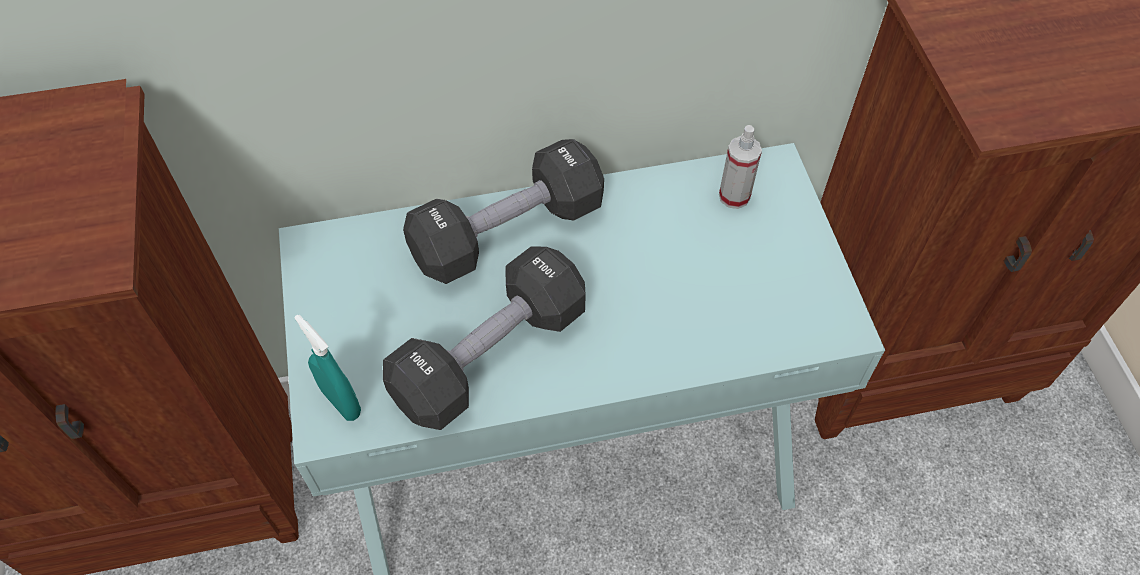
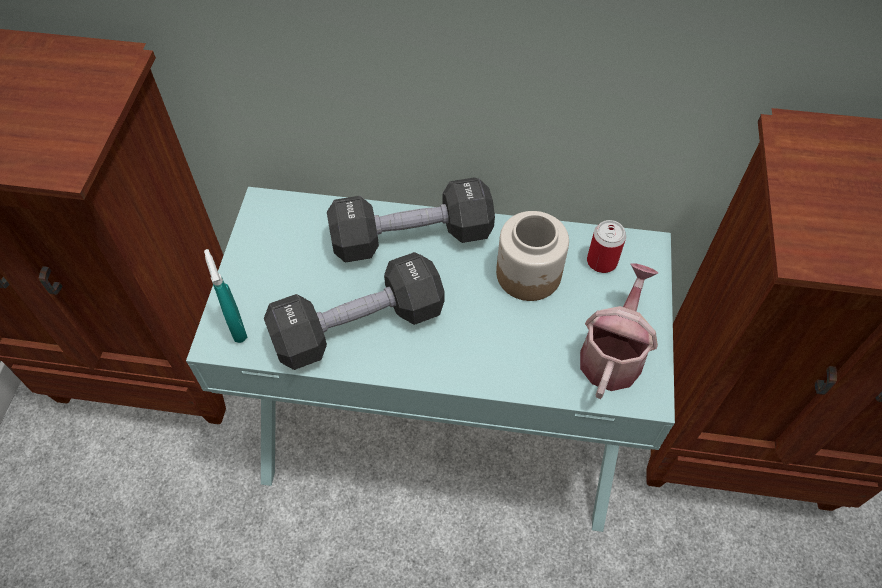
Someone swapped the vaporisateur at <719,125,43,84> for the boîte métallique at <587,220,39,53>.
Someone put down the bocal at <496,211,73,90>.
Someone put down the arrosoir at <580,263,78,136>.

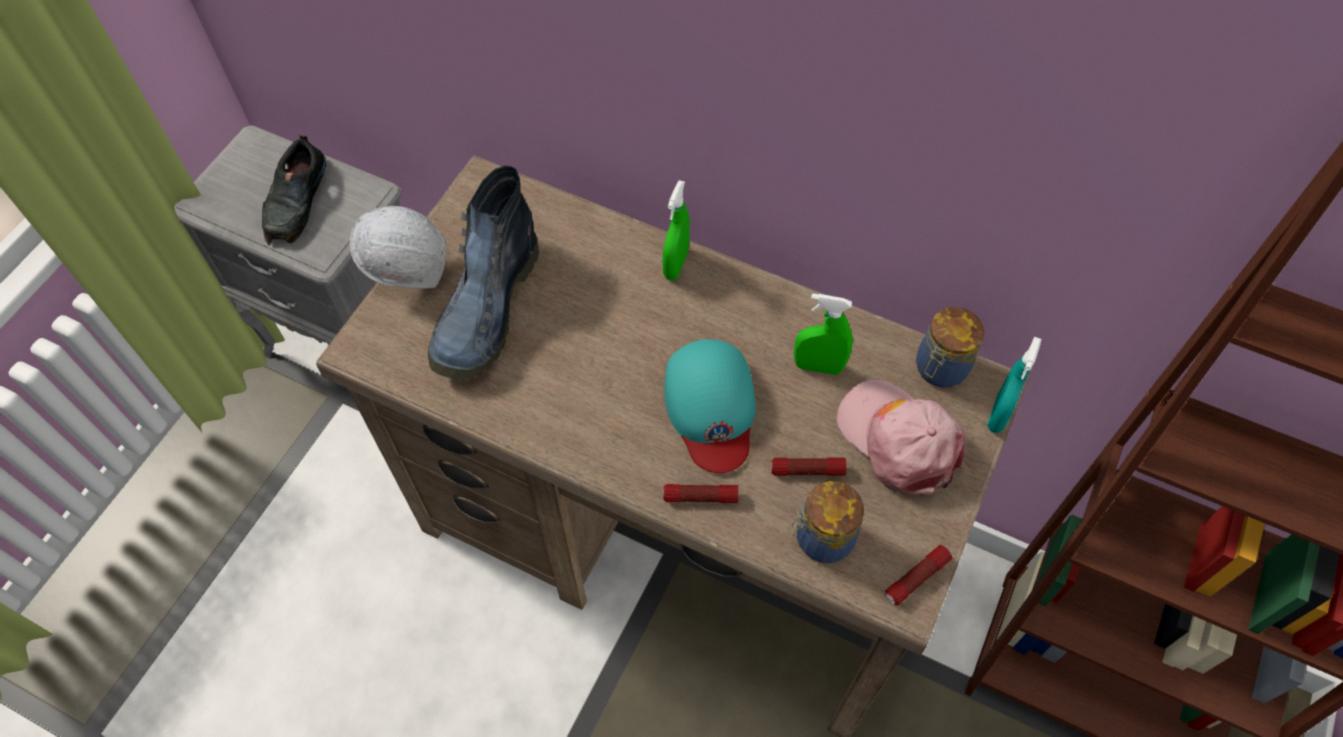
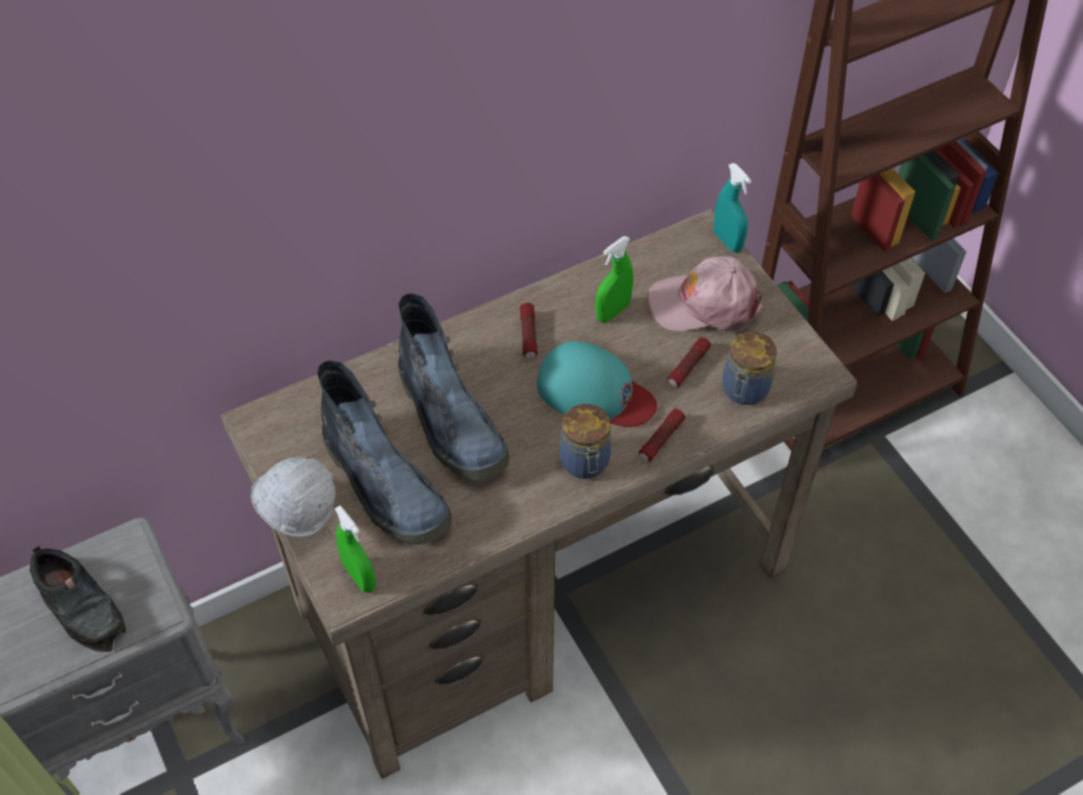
Someone carried the vaporisateur [vert] from <663,180,27,100> to <335,506,41,87>.
Someone carried the lampe de poche from <885,545,67,60> to <520,303,18,55>.
Someone carried the bocal from <916,307,68,81> to <560,404,51,75>.
Someone put down the botte at <398,293,111,187>.

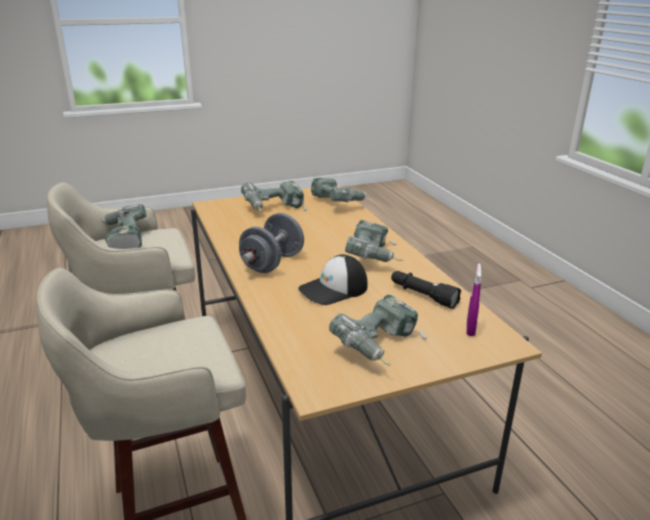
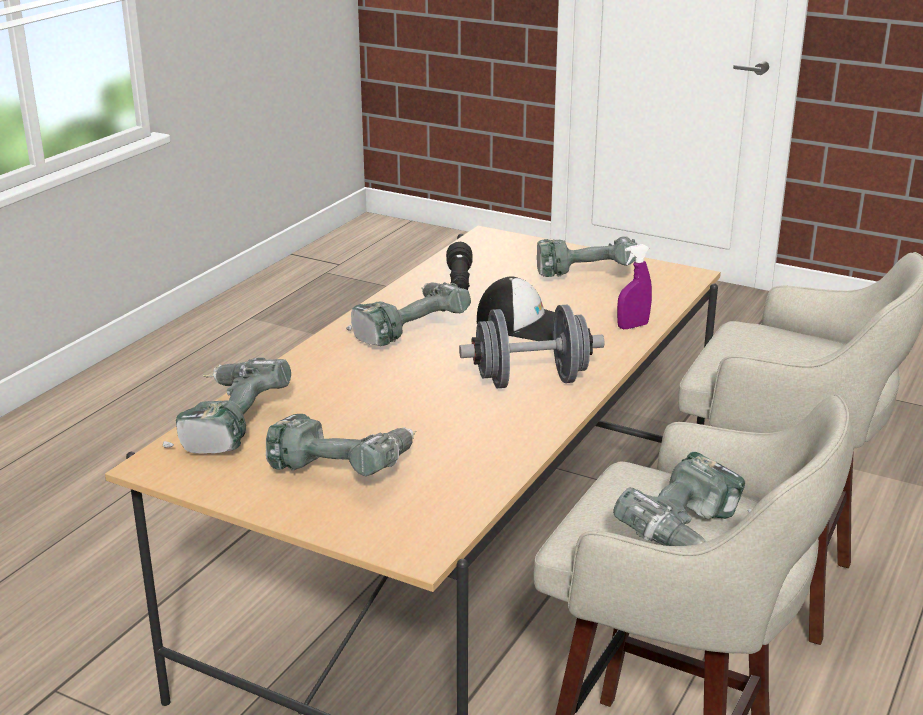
Someone carried the vaporisateur [violet] from <466,264,15,72> to <617,244,35,85>.

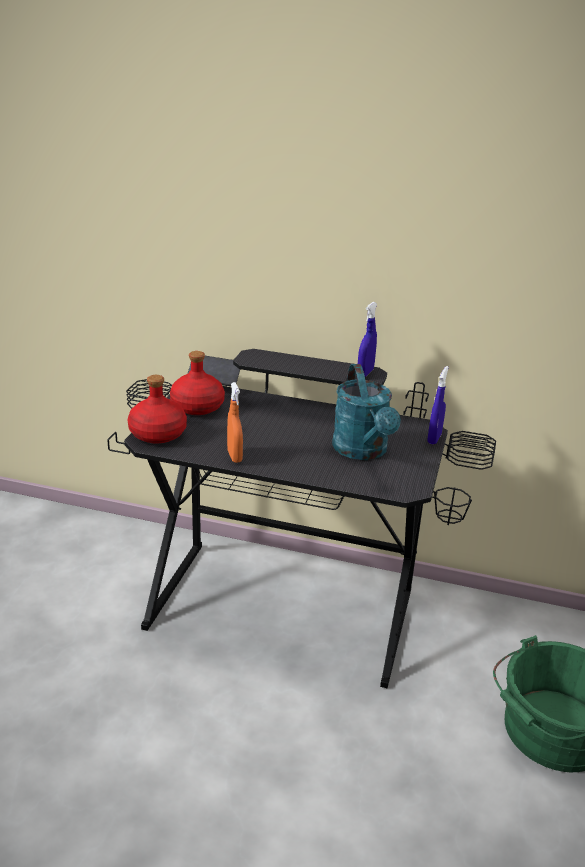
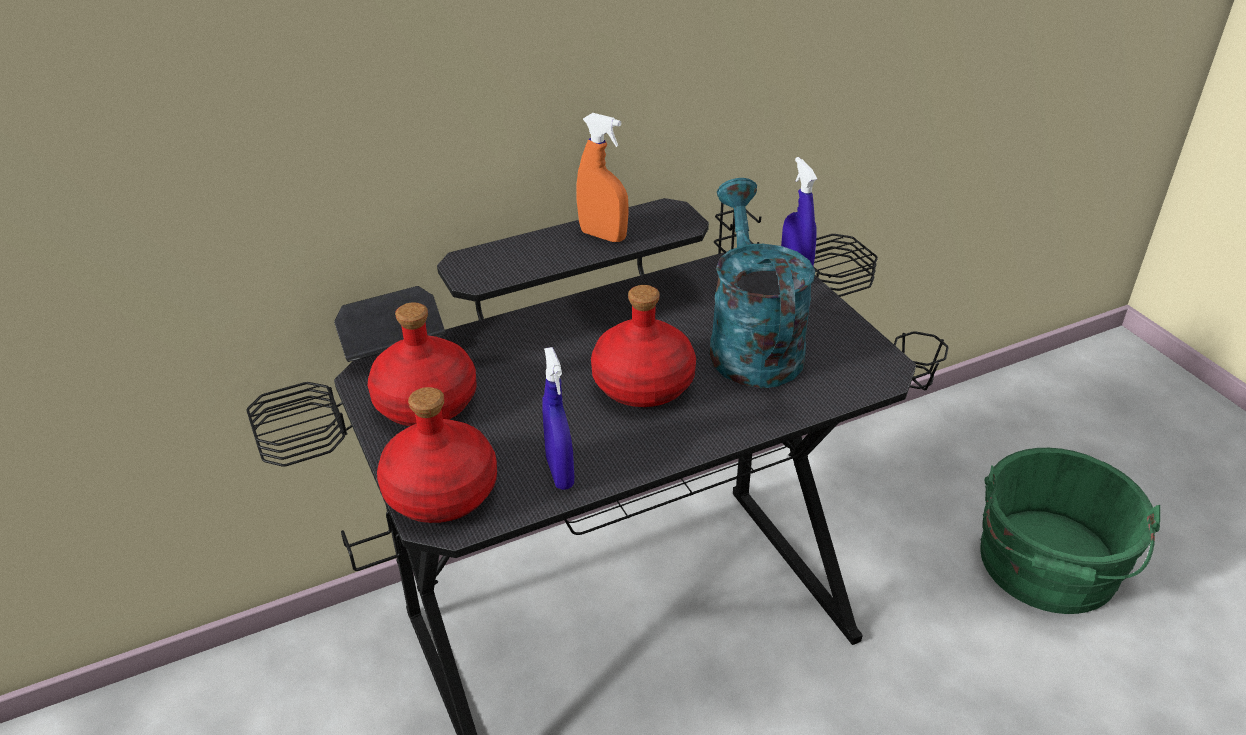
Someone carried the vaporisateur [orange] from <227,382,16,81> to <576,113,53,129>.
Someone rotated the arrosoir [turquoise] at <332,364,69,96> by 135 degrees counterclockwise.
Someone carried the vaporisateur [bleu] from <358,302,19,75> to <543,347,31,143>.
Someone put down the bouteille [rouge] at <591,285,105,122>.

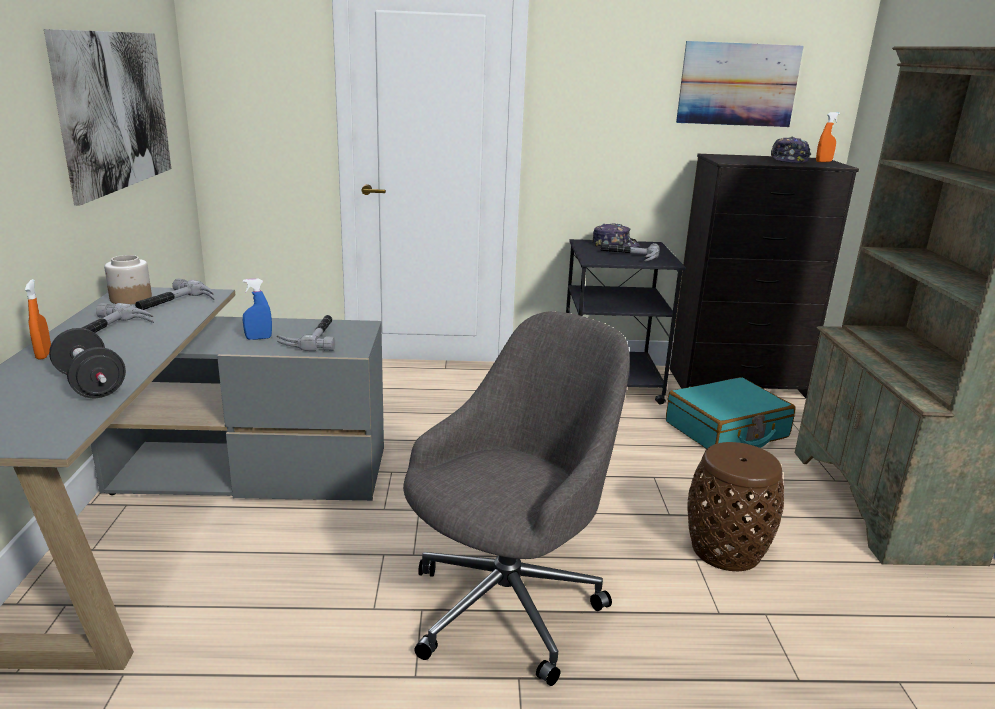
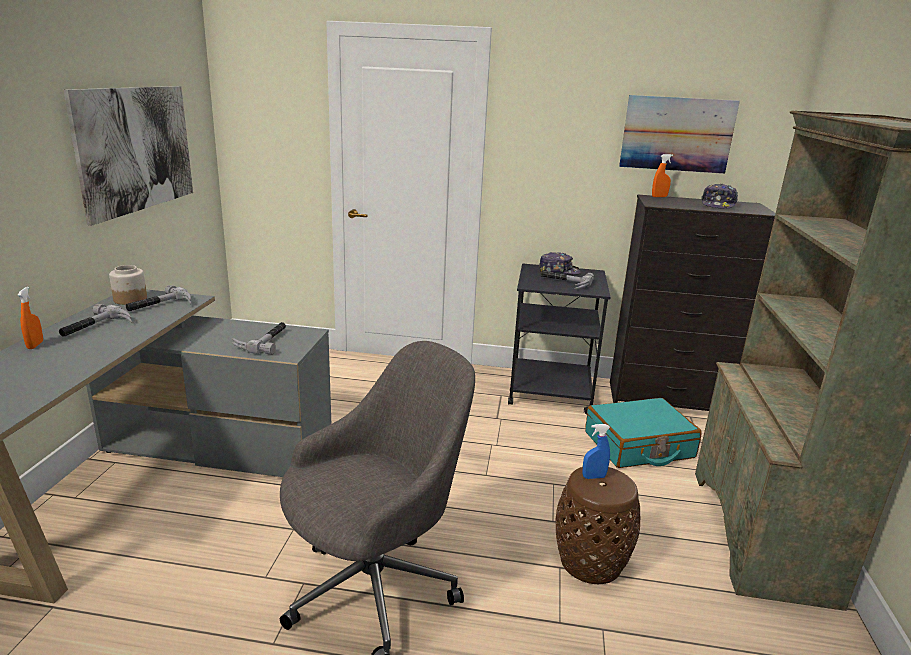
Someone took away the haltère [noir] at <49,328,77,70>.
Someone carried the vaporisateur [bleu] from <243,279,29,61> to <582,424,28,55>.
Someone carried the vaporisateur [orange] from <816,112,24,50> to <652,154,21,43>.

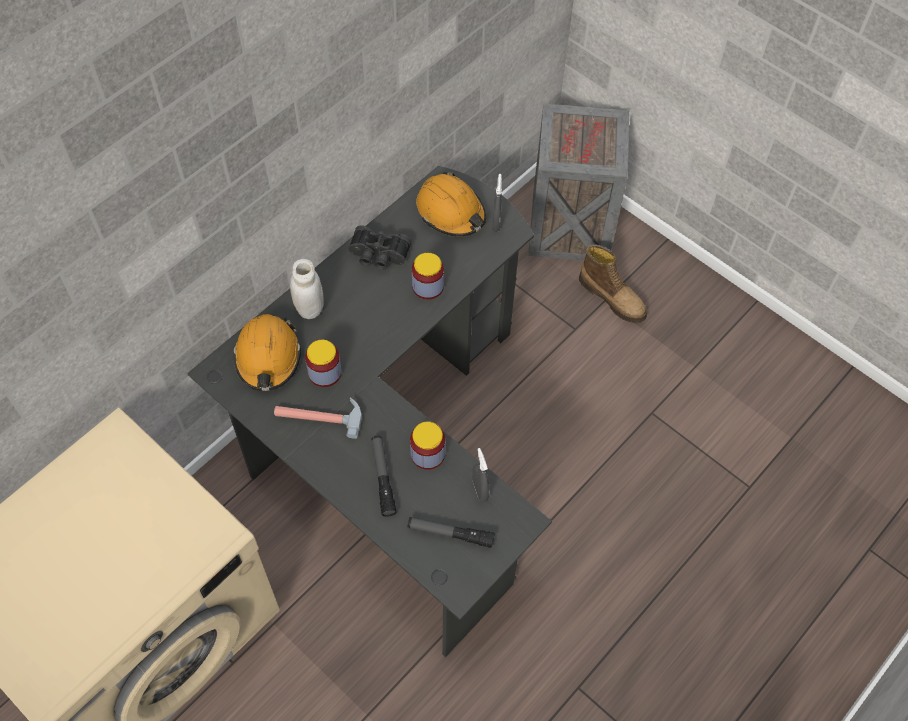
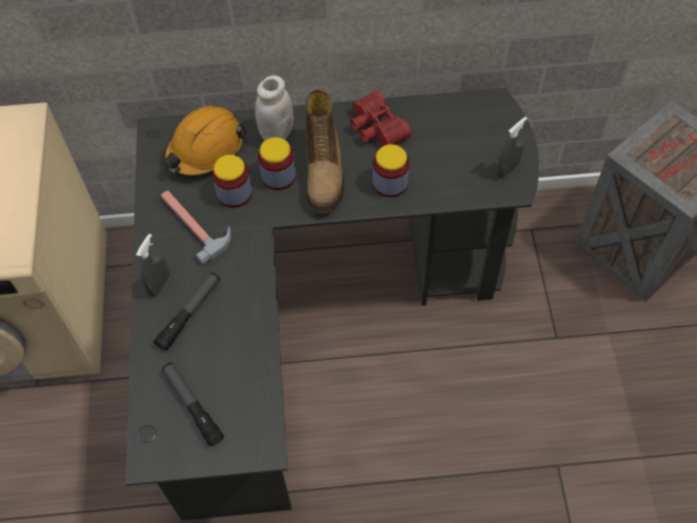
Someone repainted the jumelles [noir] at <348,225,64,45>, which became the jumelles [rouge] at <350,91,61,55>.
Someone carried the bocal from <410,421,35,49> to <258,137,38,53>.
Someone took away the casque de chantier [orange] at <416,172,70,65>.
Someone carried the vaporisateur [gris] from <472,448,18,54> to <136,234,33,63>.
Someone carried the botte from <579,244,68,79> to <305,88,39,126>.

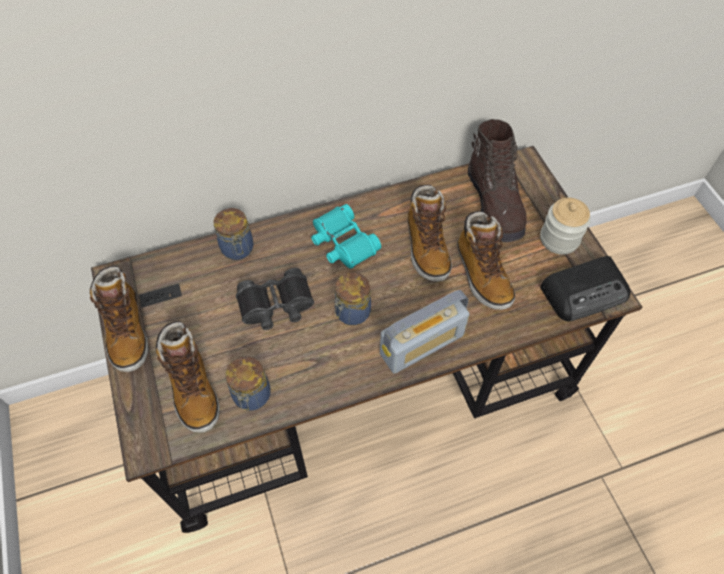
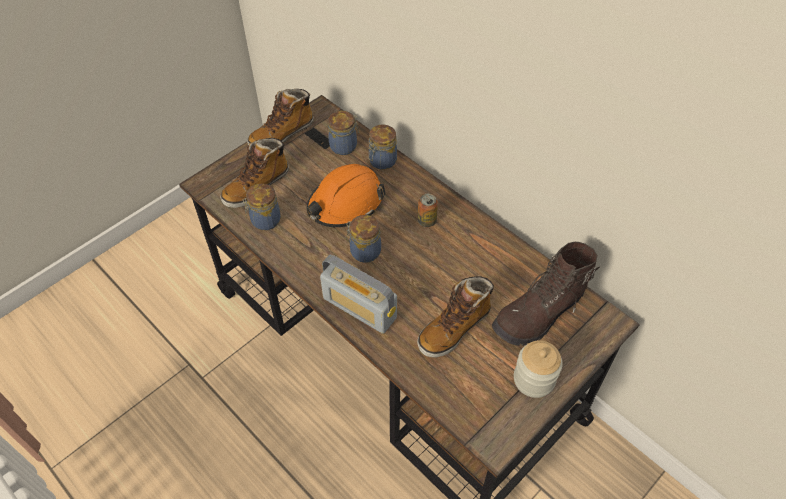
Someone swapped the jumelles [noir] at <236,268,78,62> for the casque de chantier [orange] at <307,164,79,63>.
Someone swapped the jumelles [turquoise] at <311,204,70,65> for the boîte métallique at <418,194,20,33>.
Someone took away the botte at <408,185,44,96>.
Someone took away the radio at <540,256,91,66>.
Someone put down the bocal at <328,111,31,44>.

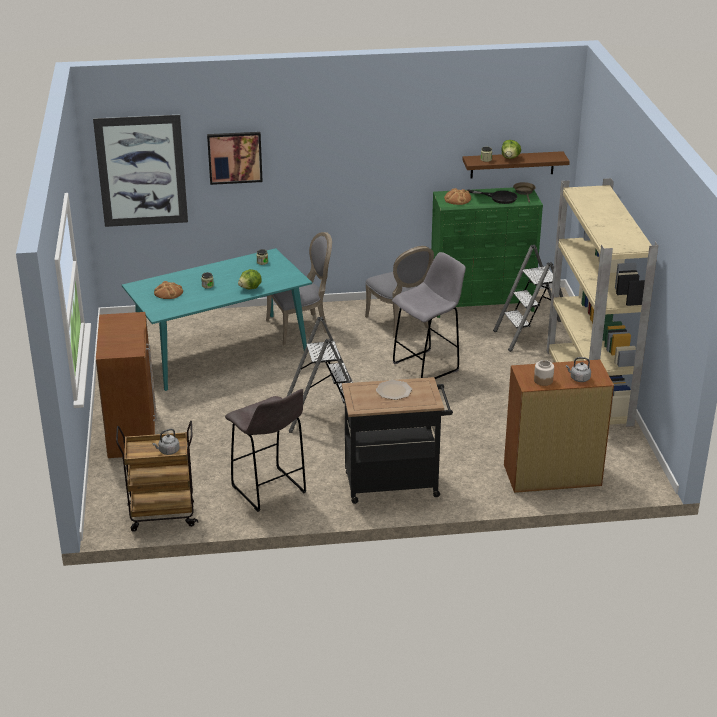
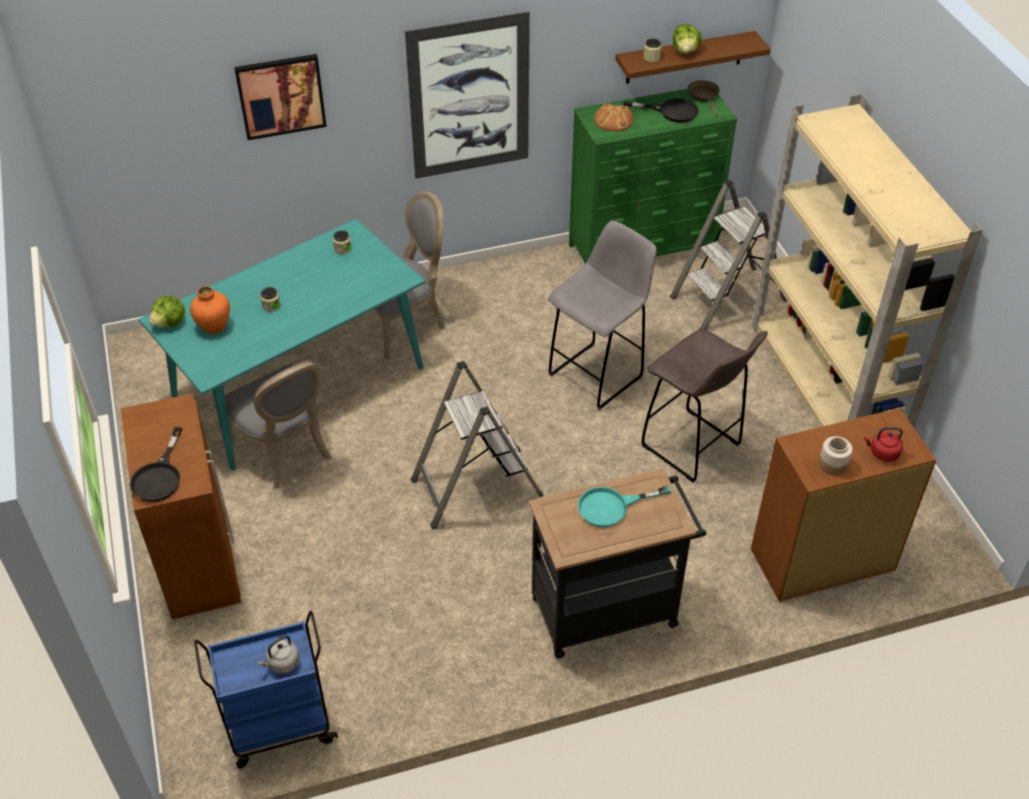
Someone carried the tableau from <93,115,95,112> to <405,11,125,168>.
Someone repainted the chariot [marron] at <116,421,82,111>, which became the chariot [bleu] at <194,611,144,158>.
Someone swapped the pain at <154,281,29,18> for the vase [orange] at <190,287,40,47>.
Someone carried the tabouret [gris] from <225,389,81,123> to <641,330,127,153>.
Someone carried the laitue from <238,269,24,20> to <149,296,36,31>.
Someone carried the chaise [gris] from <365,246,69,91> to <225,361,107,127>.
Someone swapped the assiette at <376,380,36,20> for the poêle [turquoise] at <578,486,94,41>.
Someone repainted the bouilloire [gris] at <566,357,25,25>, which became the bouilloire [rouge] at <864,427,39,35>.
Someone put down the poêle [noir] at <130,427,52,75>.

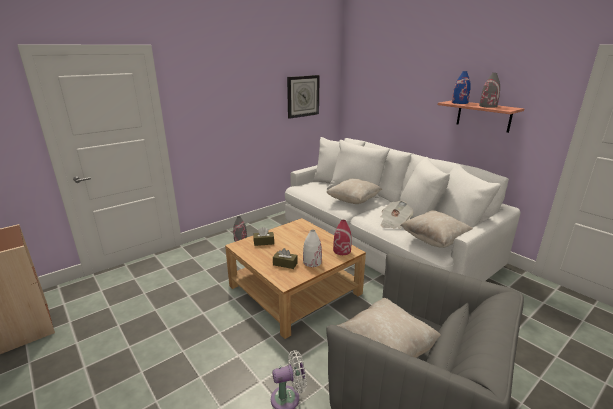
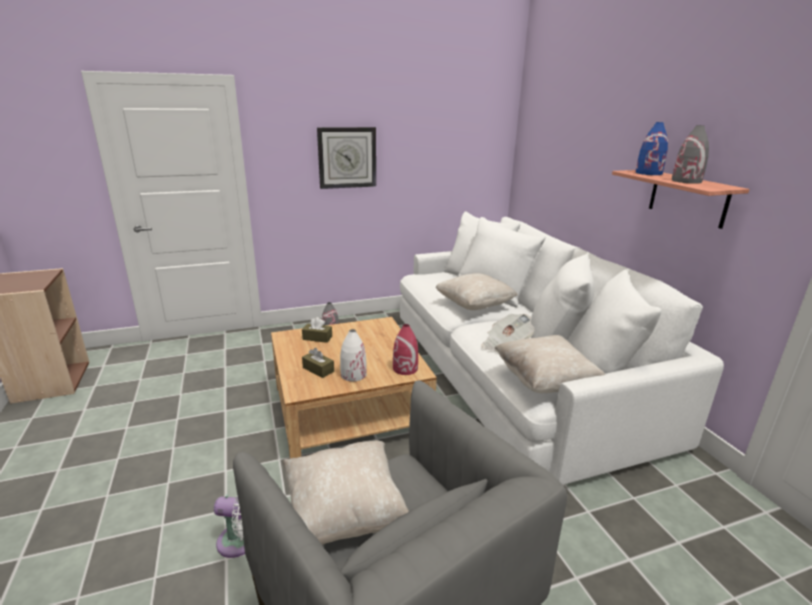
Someone carried the horloge murale from <287,75,33,44> to <317,127,59,62>.

